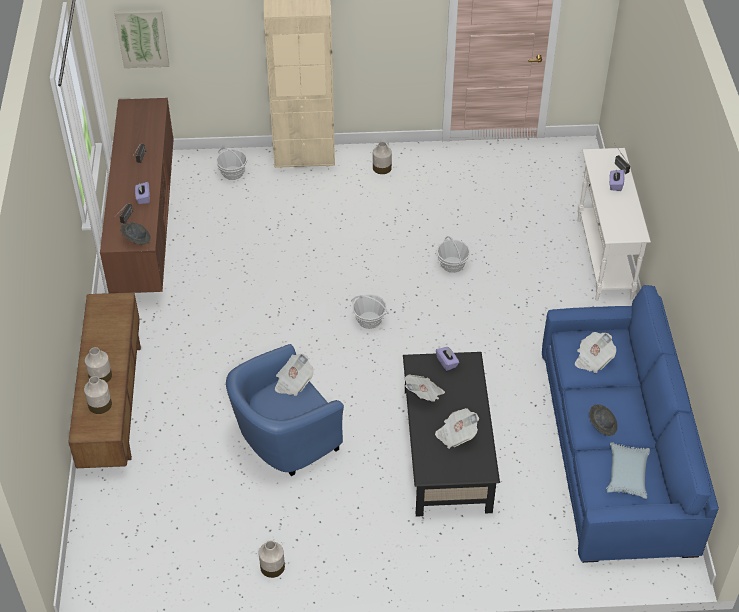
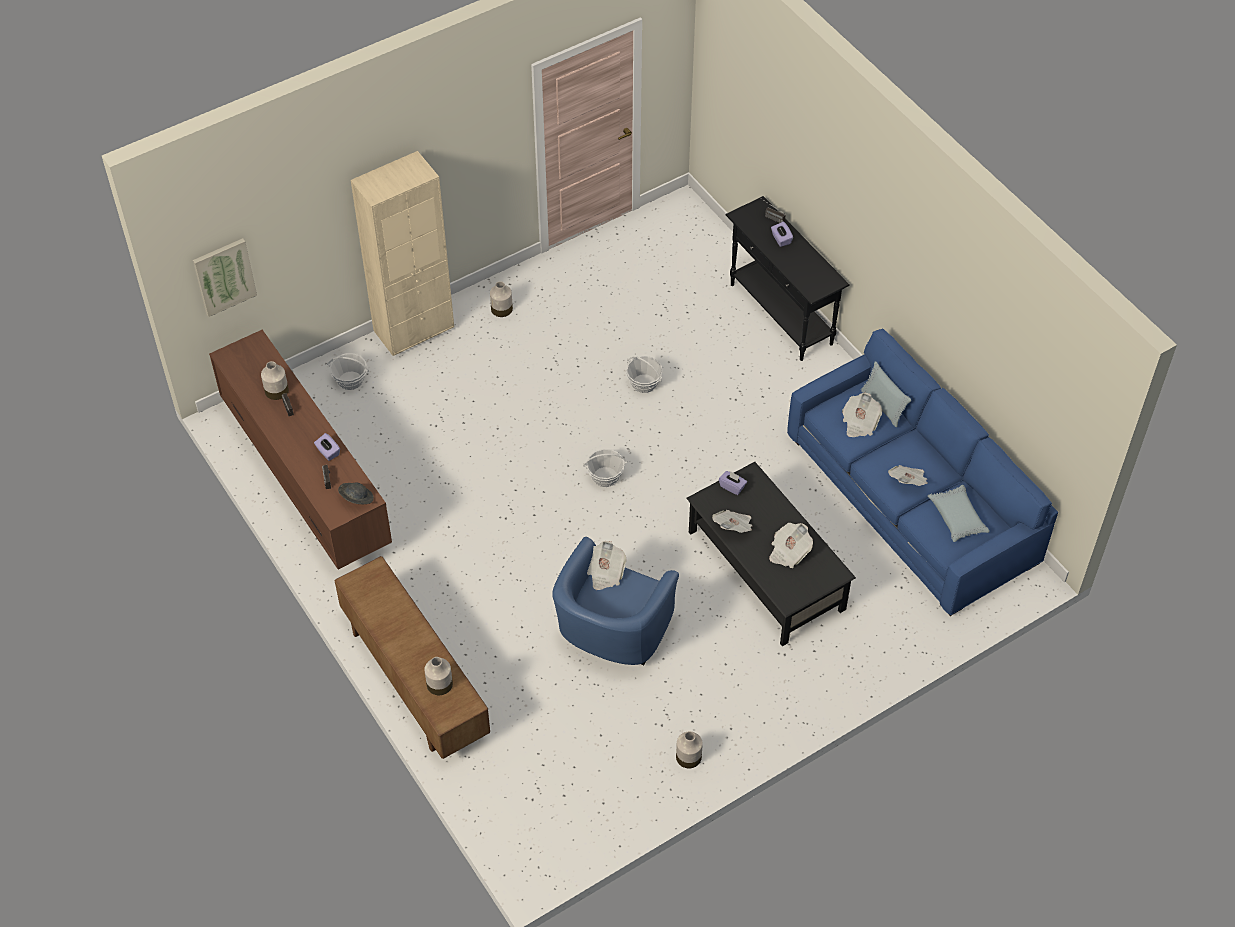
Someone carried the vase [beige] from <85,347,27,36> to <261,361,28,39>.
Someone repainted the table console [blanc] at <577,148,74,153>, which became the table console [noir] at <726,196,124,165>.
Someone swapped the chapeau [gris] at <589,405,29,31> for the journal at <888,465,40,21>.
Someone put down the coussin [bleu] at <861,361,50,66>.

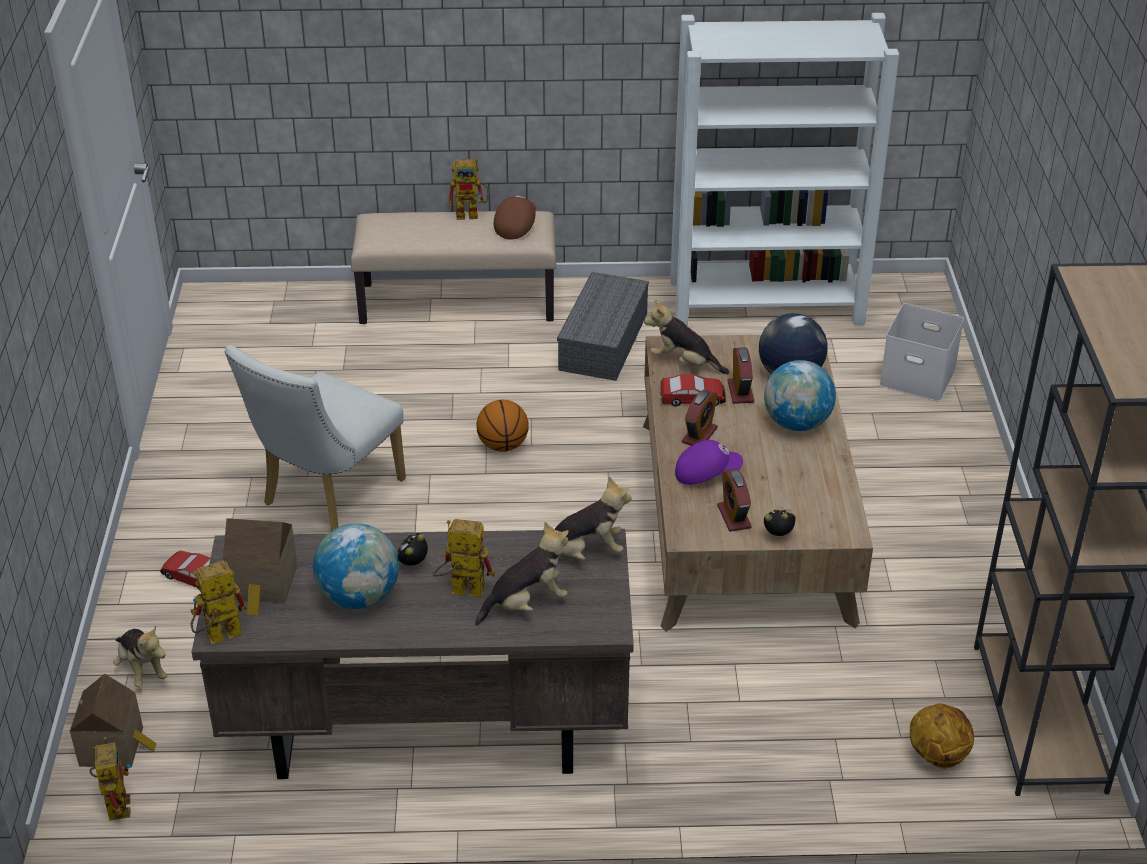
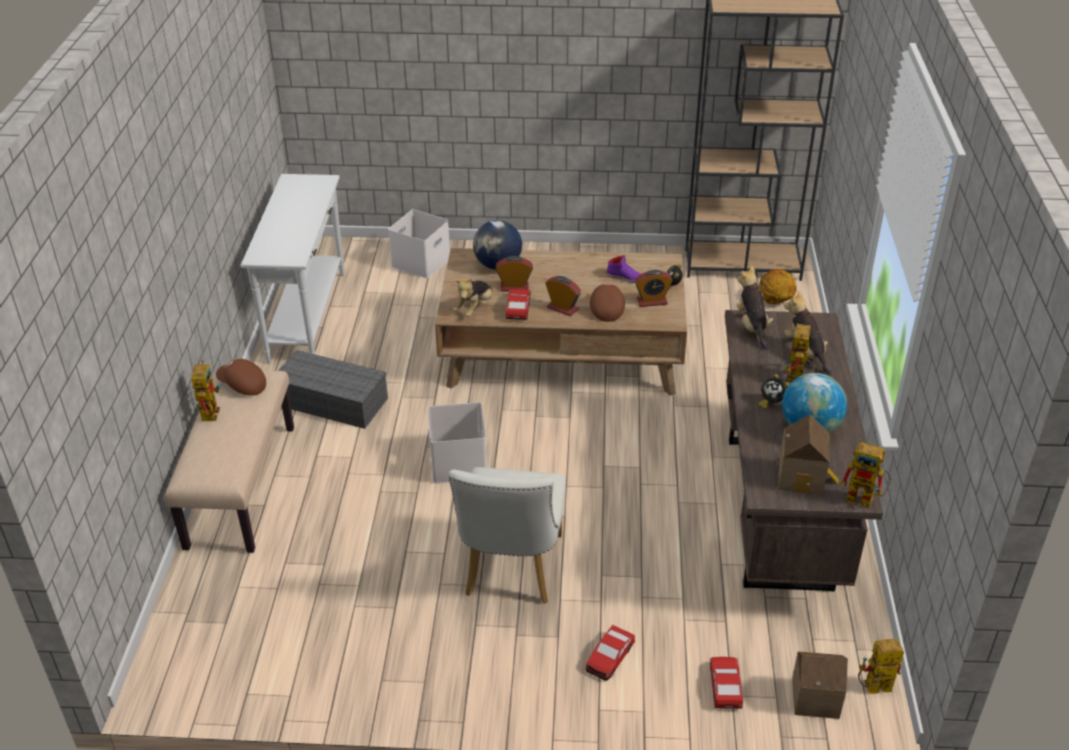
Someone swapped the peluche at <113,626,54,61> for the petite voiture at <710,657,33,51>.
Someone rotated the robot jouet at <191,560,56,84> by 45 degrees counterclockwise.
Someone rotated the chaise [blanc] at <225,345,181,186> by 60 degrees clockwise.
Someone swapped the ballon de basket at <476,400,53,52> for the boîte de rangement [blanc] at <427,402,60,82>.
Someone swapped the bibliothèque [blanc] at <670,13,229,313> for the table console [blanc] at <240,174,104,189>.
Someone repainted the casquette [violet] at <675,440,68,45>, which became the casquette [marron] at <590,283,35,39>.
Someone took away the globe at <764,360,72,71>.
Someone put down the chaussure [violet] at <607,255,34,28>.

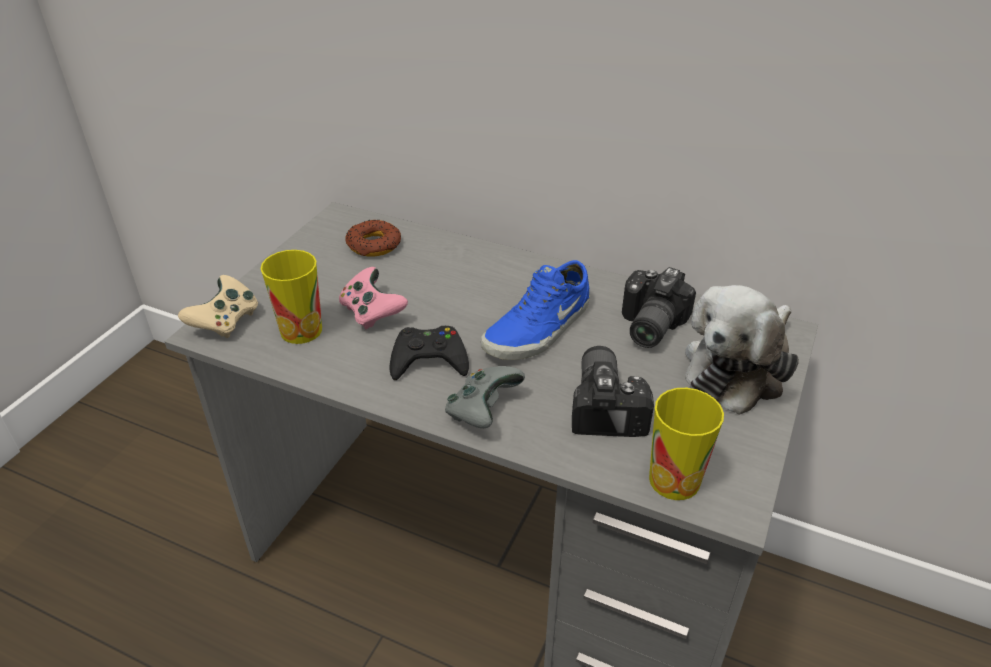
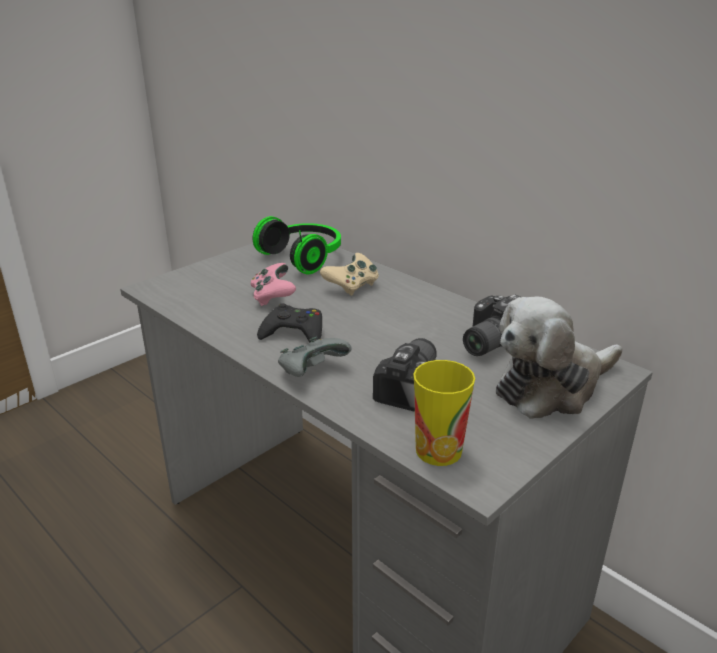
Someone carried the manette [beige] from <178,275,80,63> to <320,253,59,43>.
Someone took away the tasse at <261,250,61,94>.
Someone swapped the beignet at <345,220,56,37> for the casque audio at <253,216,88,58>.
Someone took away the chaussure [bleu] at <481,260,109,100>.

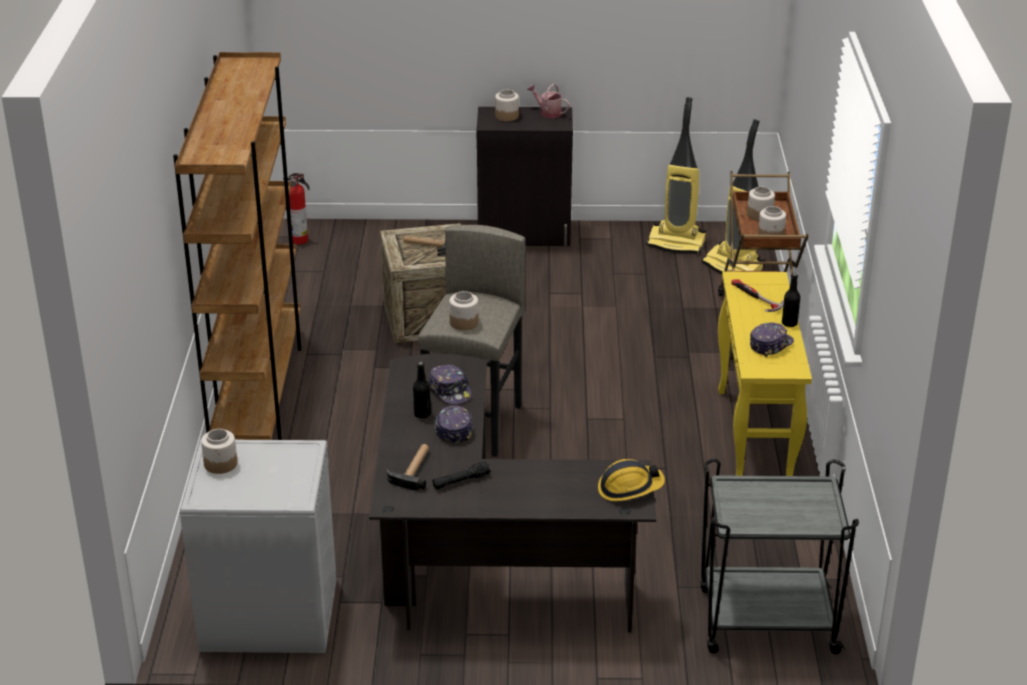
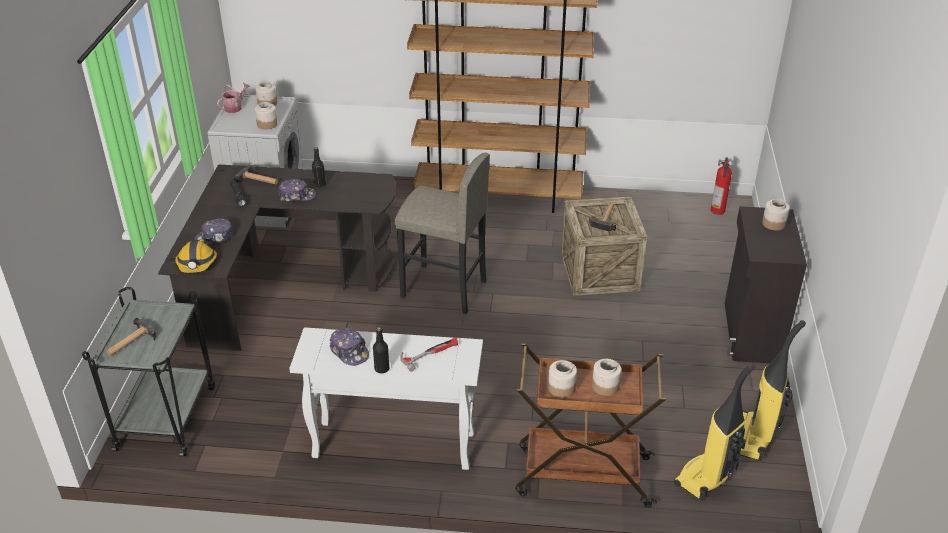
Someone carried the casquette from <428,365,44,39> to <195,218,39,27>.
Someone carried the bocal from <449,291,30,39> to <255,102,22,28>.
Someone carried the arrosoir from <527,84,43,34> to <217,82,33,31>.
Someone repainted the table console [jaune] at <718,272,94,204>, which became the table console [blanc] at <289,327,194,143>.
Someone put down the marteau at <107,318,49,38>.

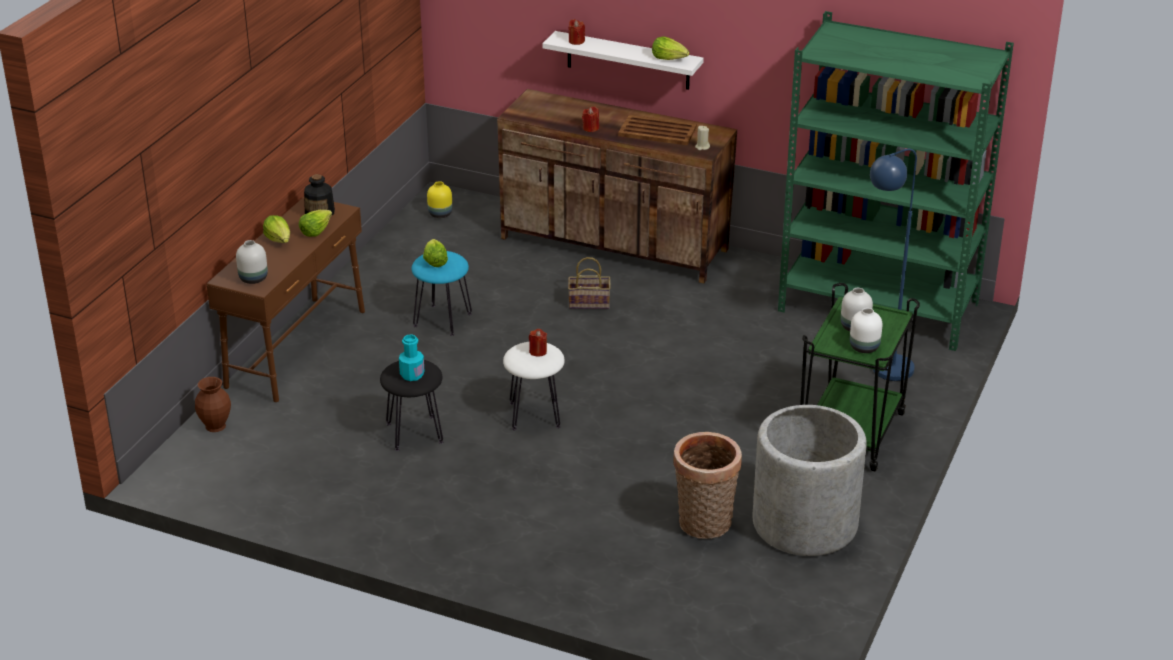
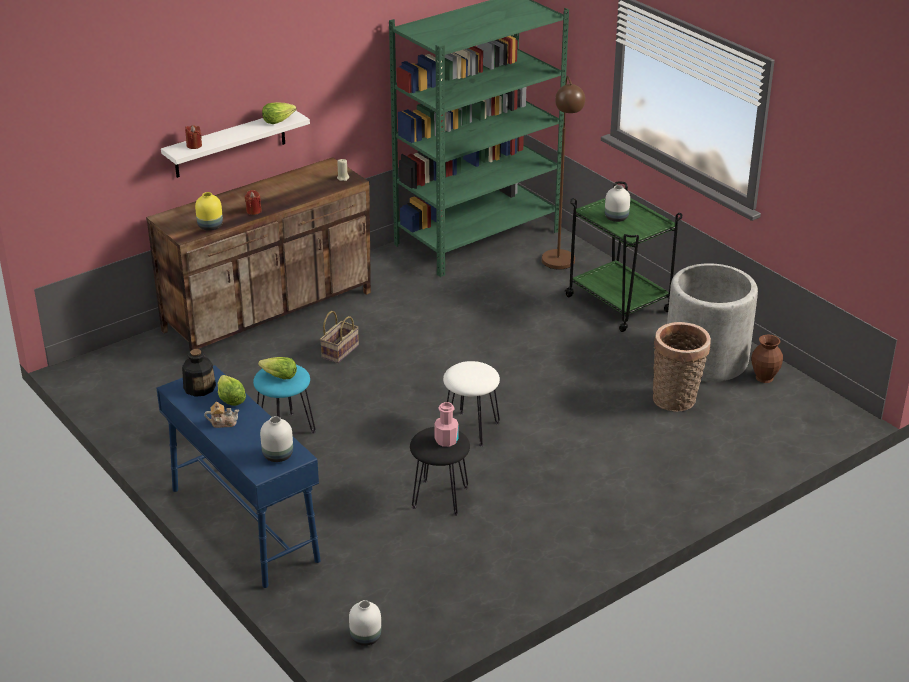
Someone carried the vase [marron] from <195,377,36,55> to <751,334,32,49>.
Someone repainted the table console [marron] at <207,197,158,205>, which became the table console [bleu] at <156,365,165,223>.
Someone swapped the laitue at <263,215,27,28> for the théière at <204,402,35,26>.
Someone repainted the bouteille [turquoise] at <399,334,25,47>, which became the bouteille [rose] at <434,402,25,45>.
Someone carried the vase [jaune] from <427,181,25,37> to <195,192,28,39>.
Someone took away the bougie [rouge] at <529,329,18,28>.
Someone took away the plateau [marron] at <618,115,79,30>.
Someone carried the vase [blanc] from <850,308,32,45> to <349,600,32,46>.
Someone repainted the lampadaire [bleu] at <870,149,47,232>, which became the lampadaire [marron] at <542,76,43,194>.

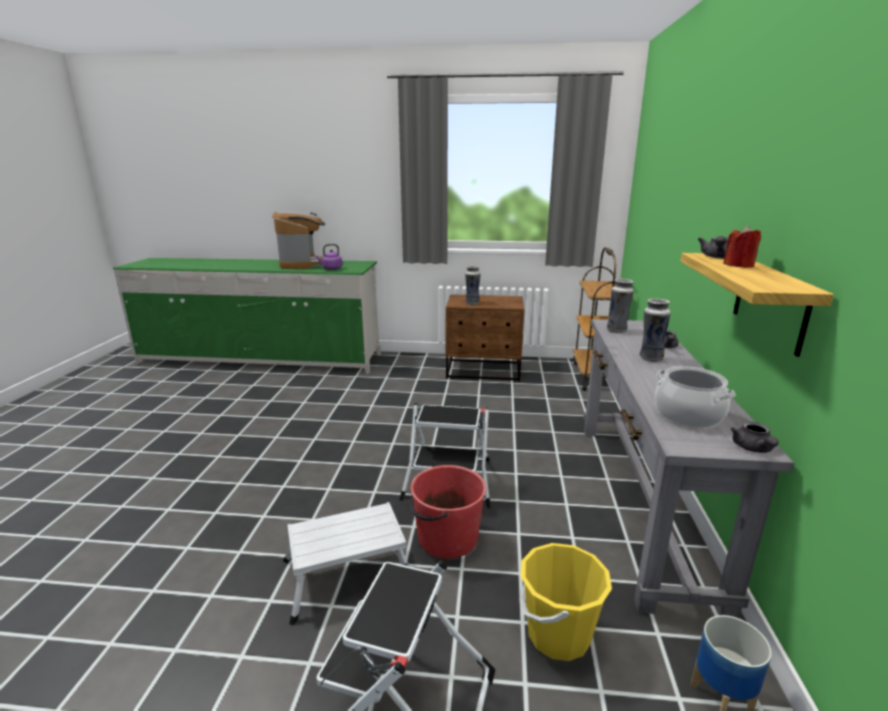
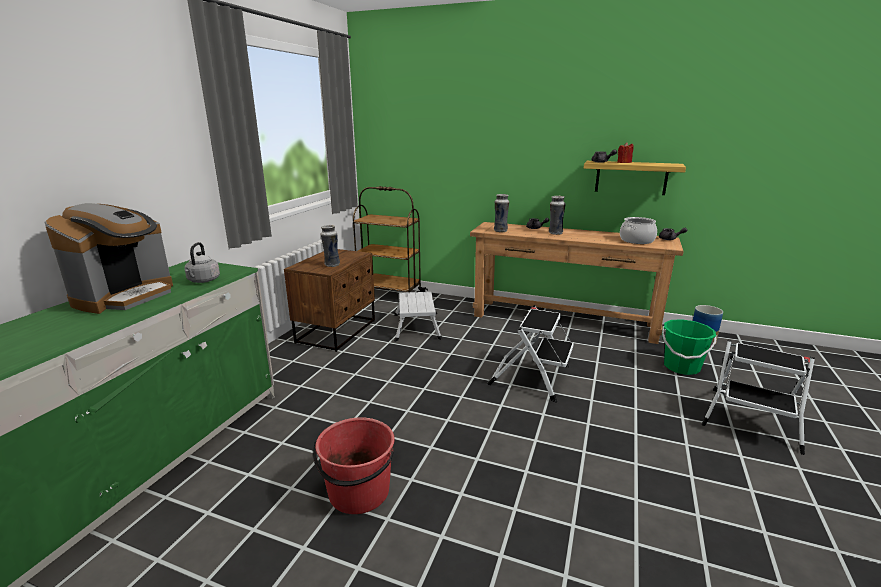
Someone rotated the machine à café at <272,211,53,58> by 105 degrees clockwise.
Someone carried the escabeau [blanc] from <283,502,126,123> to <394,292,48,50>.
Someone repainted the bouilloire [violet] at <315,244,27,26>, which became the bouilloire [gris] at <184,242,36,41>.
Someone carried the seau [rouge] from <409,465,77,94> to <313,417,82,97>.
Someone repainted the seau [jaune] at <519,543,93,118>, which became the seau [vert] at <662,319,55,56>.
Someone repainted the table console [gris] at <583,319,211,299>, which became the table console [marron] at <470,222,214,122>.

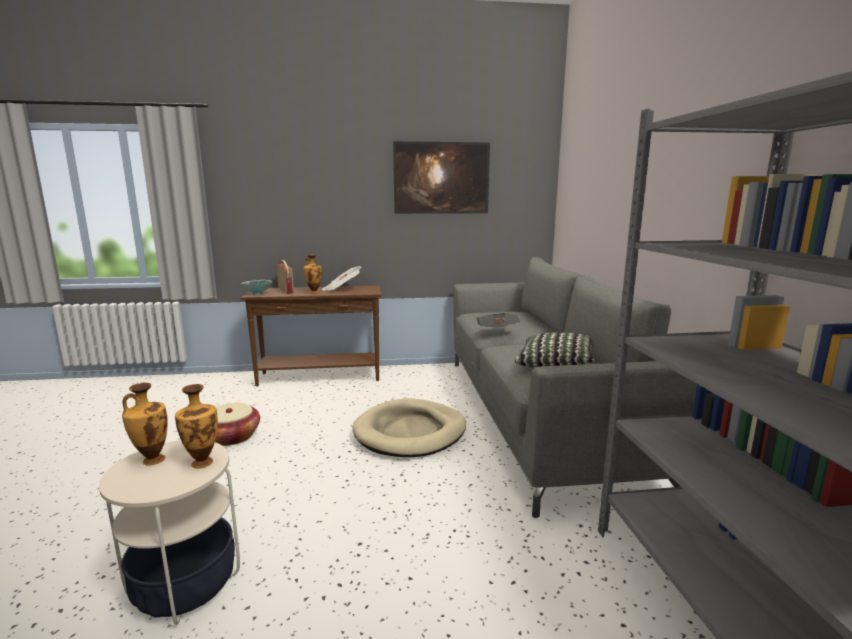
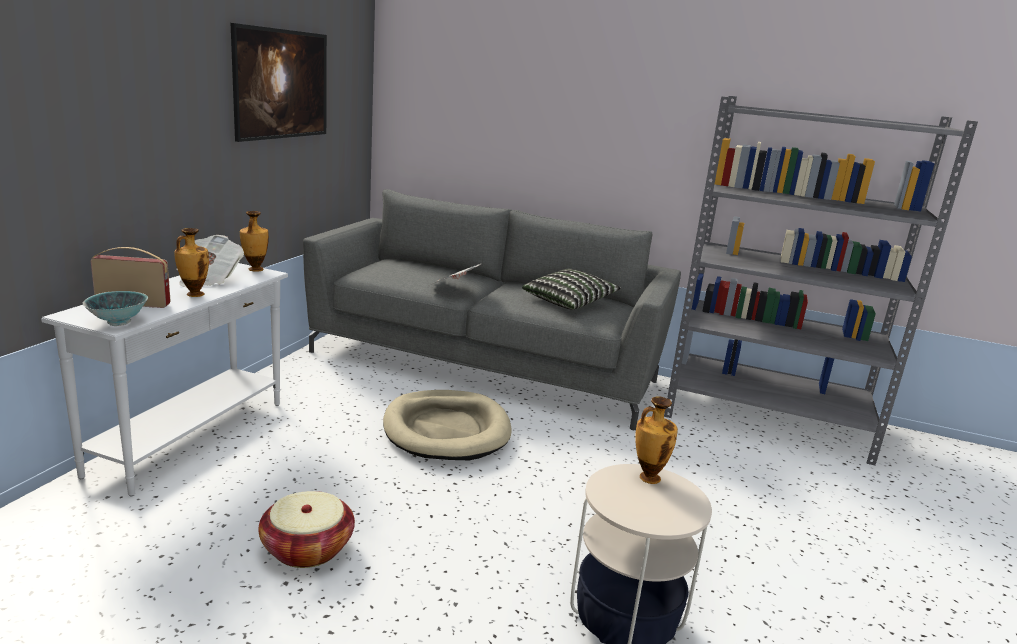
Someone carried the vase from <122,382,46,83> to <240,211,29,60>.
Someone repainted the table console [marron] at <241,286,140,101>, which became the table console [blanc] at <41,263,247,233>.

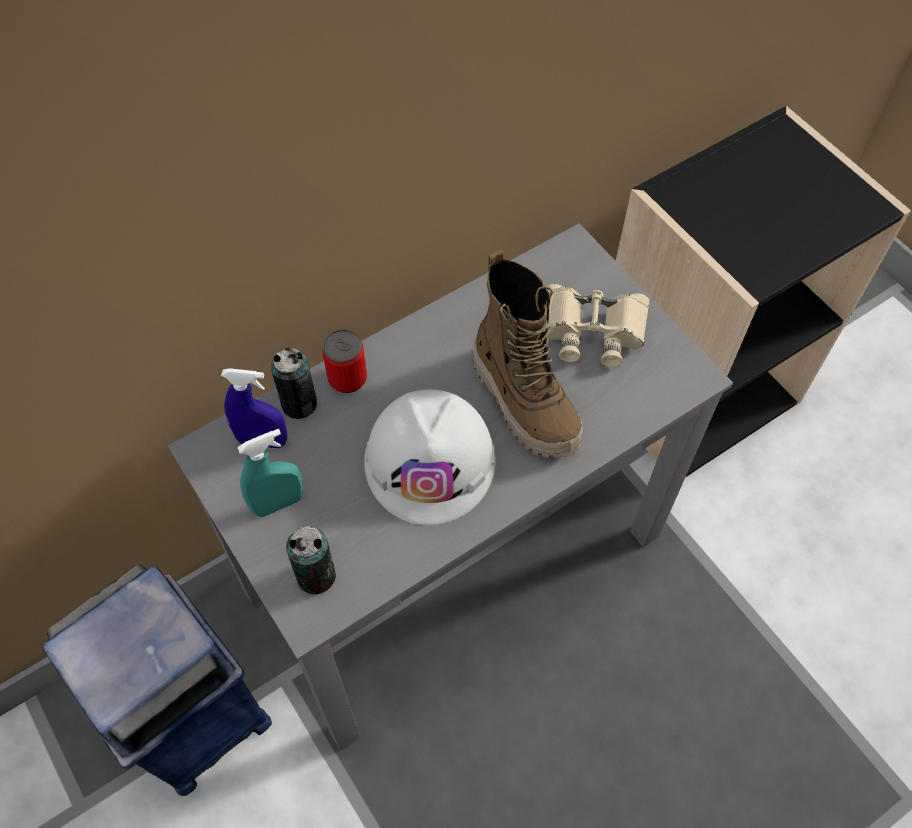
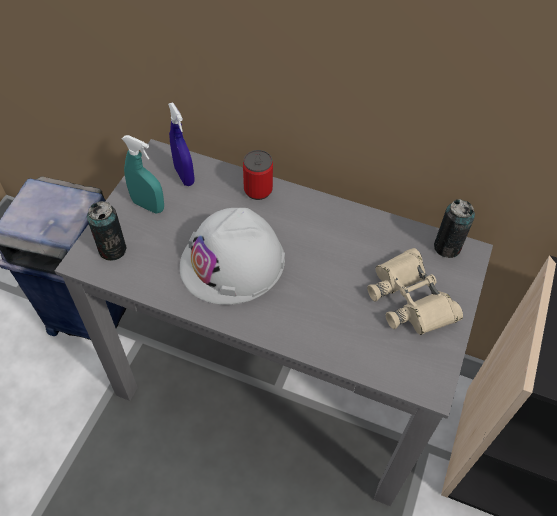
Someone carried the boîte métallique from <271,347,46,72> to <434,199,41,59>.
Someone took away the botte at <473,249,110,209>.

